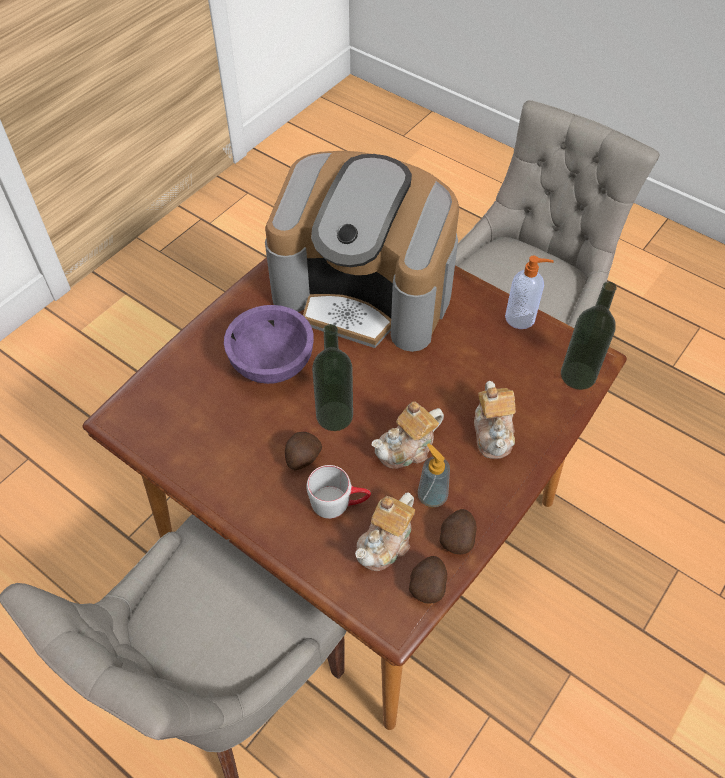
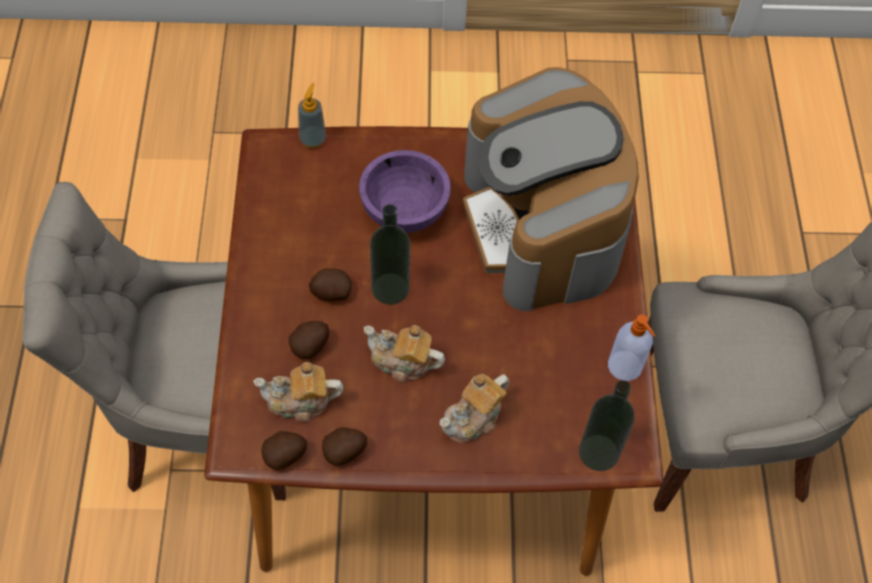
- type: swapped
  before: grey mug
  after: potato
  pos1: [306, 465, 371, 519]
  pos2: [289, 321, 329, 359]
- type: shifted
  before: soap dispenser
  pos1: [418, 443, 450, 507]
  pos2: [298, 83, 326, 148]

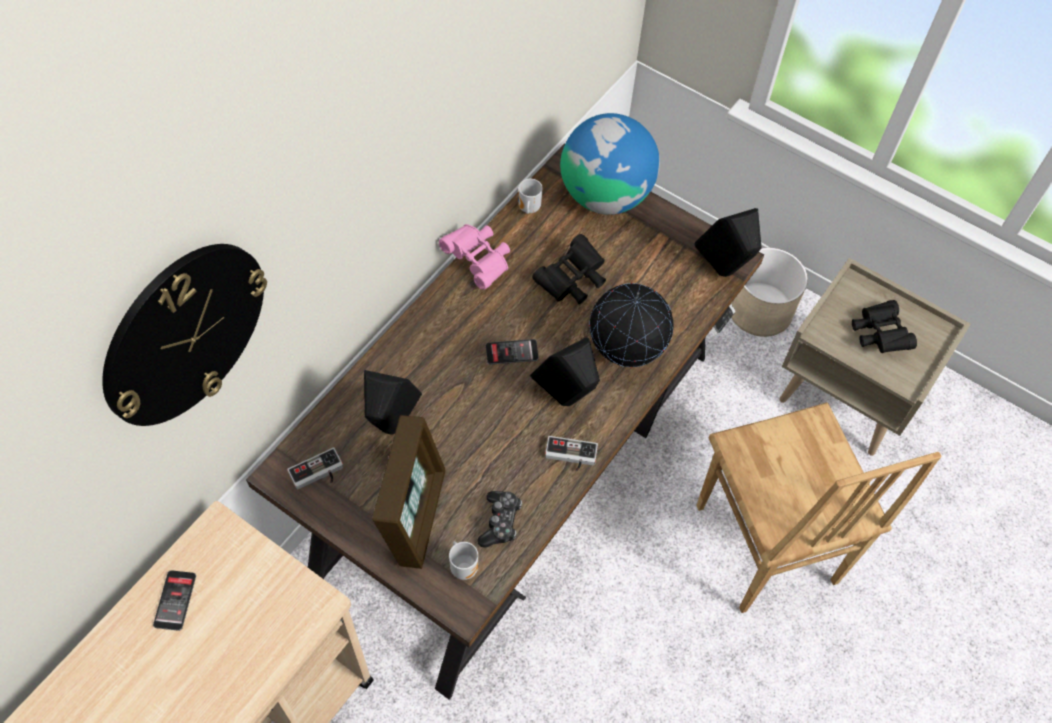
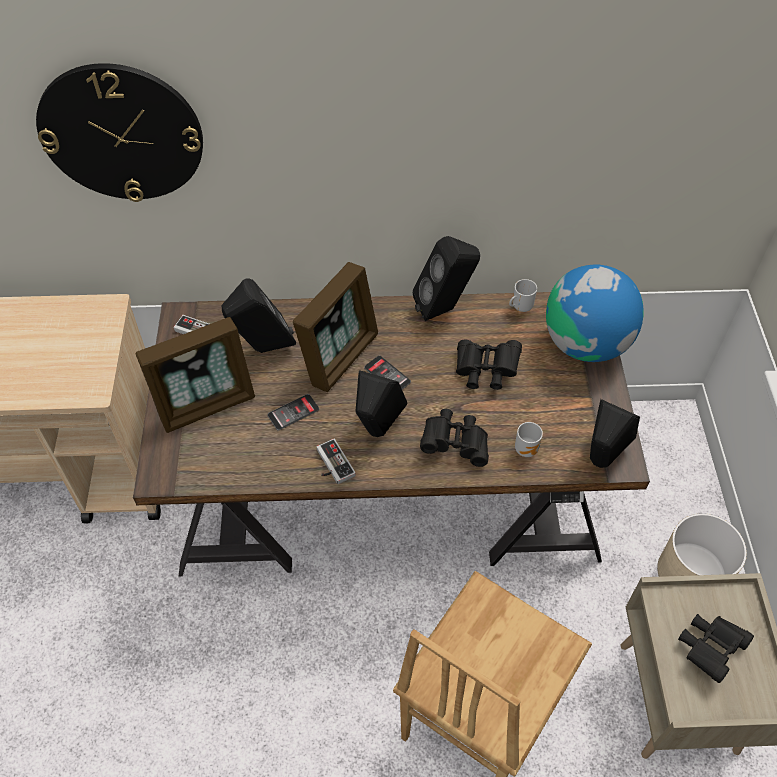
- type: shifted
  before: phone
  pos1: [153, 570, 196, 631]
  pos2: [267, 394, 319, 430]
- type: new
  after: picture frame
  pos2: [293, 262, 378, 392]
- type: swapped
  before: pink binoculars
  after: black speaker
  pos1: [439, 224, 510, 290]
  pos2: [412, 236, 480, 321]
- type: swapped
  before: globe
  after: black binoculars
  pos1: [589, 283, 674, 368]
  pos2: [420, 409, 489, 467]
- type: shifted
  before: mug
  pos1: [449, 541, 478, 580]
  pos2: [515, 422, 543, 457]
- type: gone
  before: game controller
  pos1: [478, 491, 522, 548]

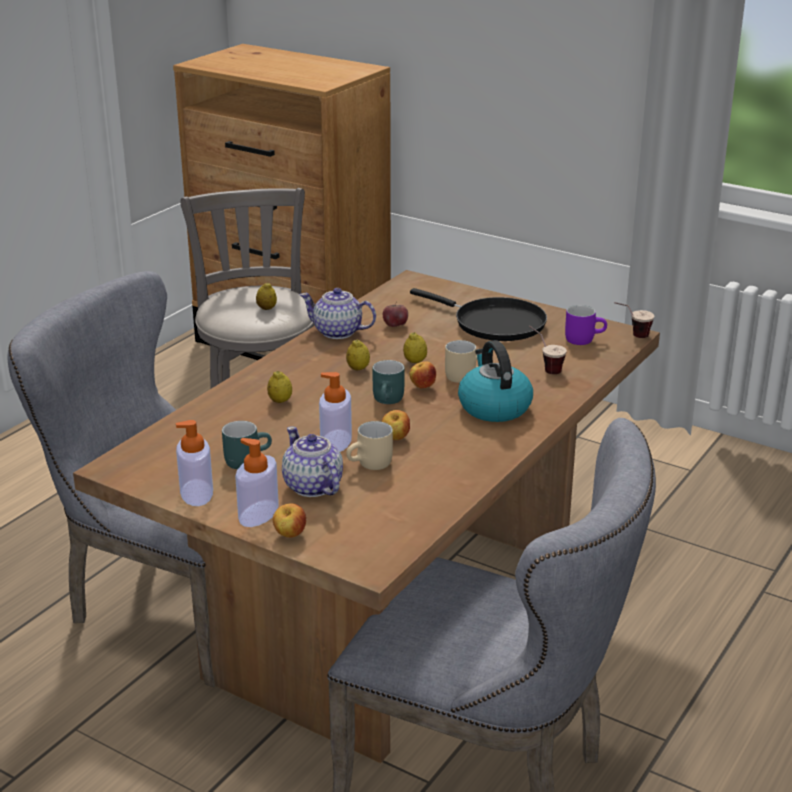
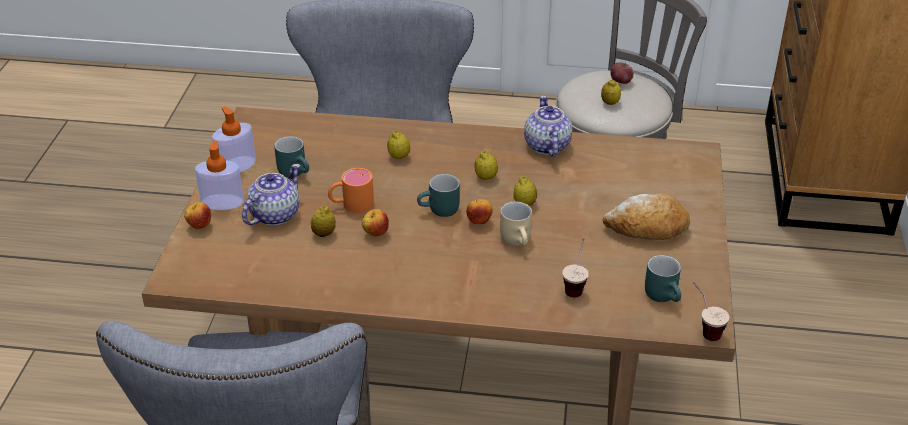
- type: swapped
  before: beige mug
  after: lemon
  pos1: [346, 421, 393, 470]
  pos2: [311, 206, 336, 237]
- type: swapped
  before: soap dispenser
  after: orange mug
  pos1: [319, 372, 352, 452]
  pos2: [328, 168, 374, 213]
- type: swapped
  before: black frying pan
  after: bread
  pos1: [410, 288, 547, 341]
  pos2: [603, 194, 690, 240]
- type: shifted
  before: apple
  pos1: [383, 302, 408, 327]
  pos2: [611, 62, 634, 84]
- type: repainted
  before: purple mug
  after: turquoise mug
  pos1: [565, 305, 607, 345]
  pos2: [645, 255, 681, 302]
- type: gone
  before: kettle
  pos1: [458, 340, 533, 422]

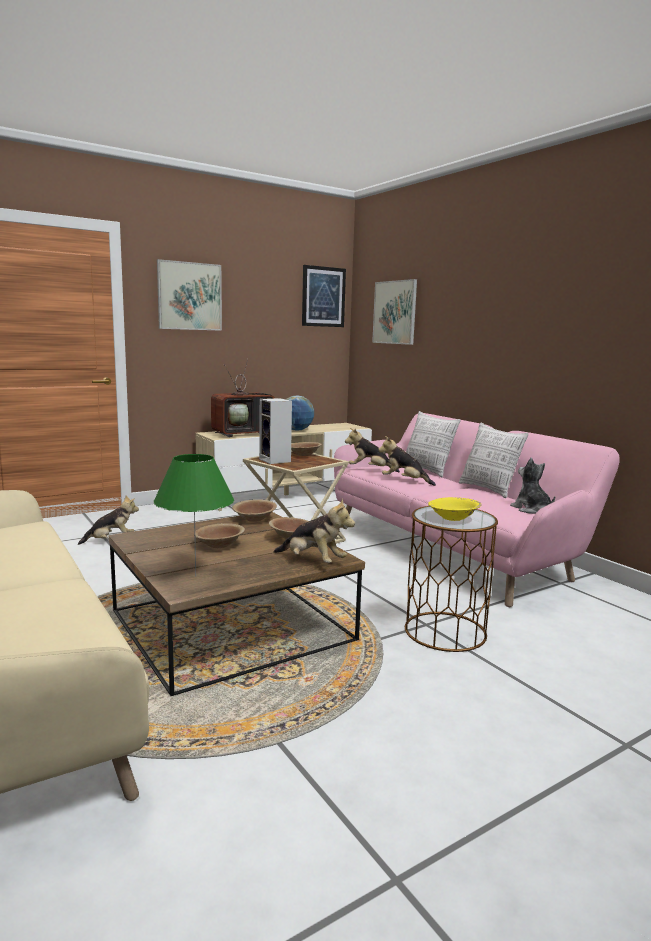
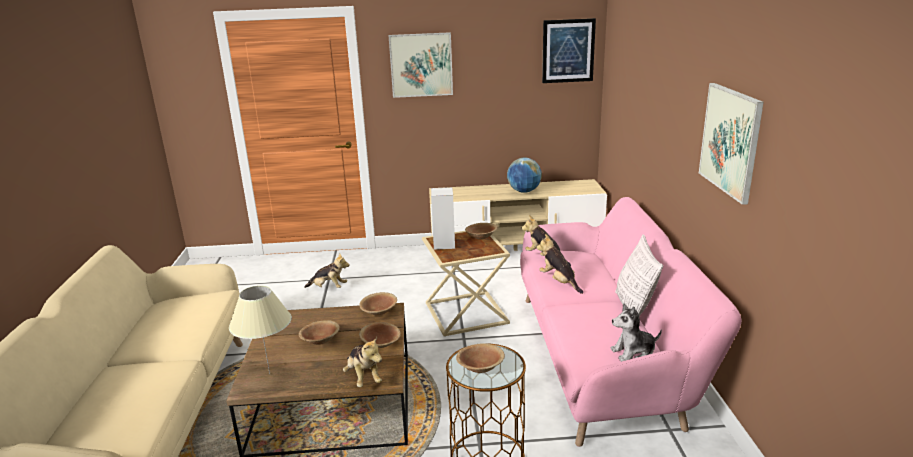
- type: repainted
  before: green table lamp
  after: beige table lamp
  pos1: [153, 454, 234, 577]
  pos2: [229, 285, 292, 374]
- type: repainted
  before: yellow bowl
  after: brown bowl
  pos1: [428, 497, 482, 521]
  pos2: [456, 344, 505, 373]
- type: rotated
  before: plush toy
  pos1: [510, 458, 555, 514]
  pos2: [610, 303, 662, 362]
  turn: -105
- type: shifted
  before: picture
  pos1: [372, 279, 417, 345]
  pos2: [699, 83, 764, 205]
- type: gone
  before: television
  pos1: [211, 359, 275, 437]
- type: gone
  before: pillow
  pos1: [406, 411, 461, 477]

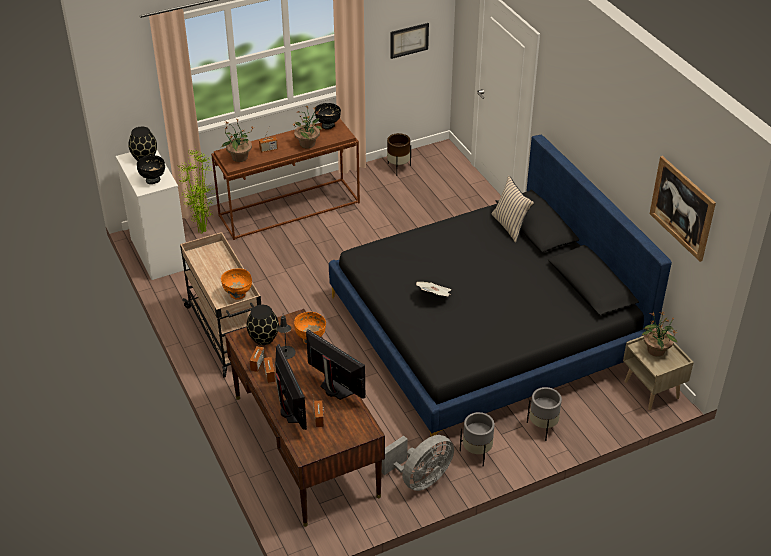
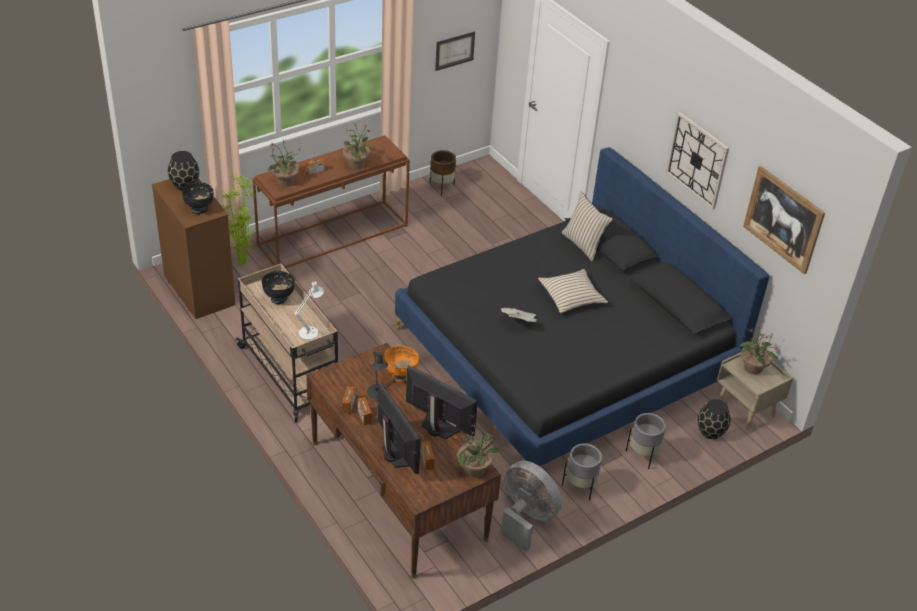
- type: repainted
  before: white dresser
  after: brown dresser
  pos1: [116, 150, 189, 280]
  pos2: [152, 178, 236, 319]
- type: shifted
  before: black bowl
  pos1: [315, 103, 341, 130]
  pos2: [262, 271, 295, 304]
- type: swapped
  before: orange bowl
  after: white table lamp
  pos1: [221, 269, 252, 300]
  pos2: [295, 281, 324, 340]
- type: new
  after: potted plant
  pos2: [452, 424, 503, 477]
- type: rotated
  before: grey fan
  pos1: [382, 435, 454, 491]
  pos2: [501, 461, 562, 551]
  turn: -90
- type: new
  after: beige pillow
  pos2: [538, 269, 608, 313]
- type: new
  after: wall clock
  pos2: [666, 112, 729, 209]
- type: shifted
  before: black vase
  pos1: [247, 305, 279, 345]
  pos2: [698, 399, 731, 439]

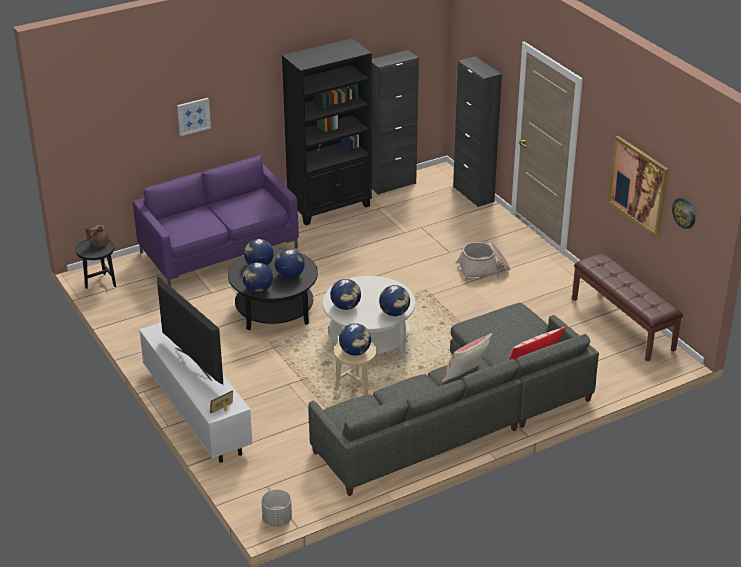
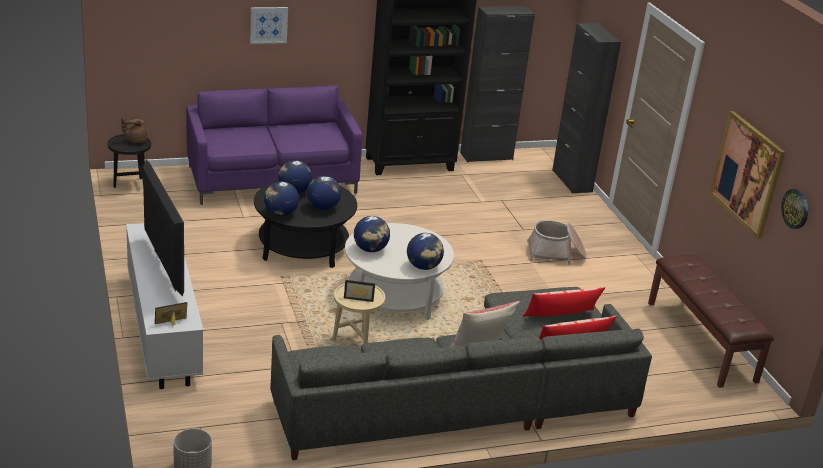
- type: swapped
  before: globe
  after: picture frame
  pos1: [339, 323, 371, 356]
  pos2: [344, 280, 375, 302]
- type: new
  after: pillow
  pos2: [523, 287, 605, 317]

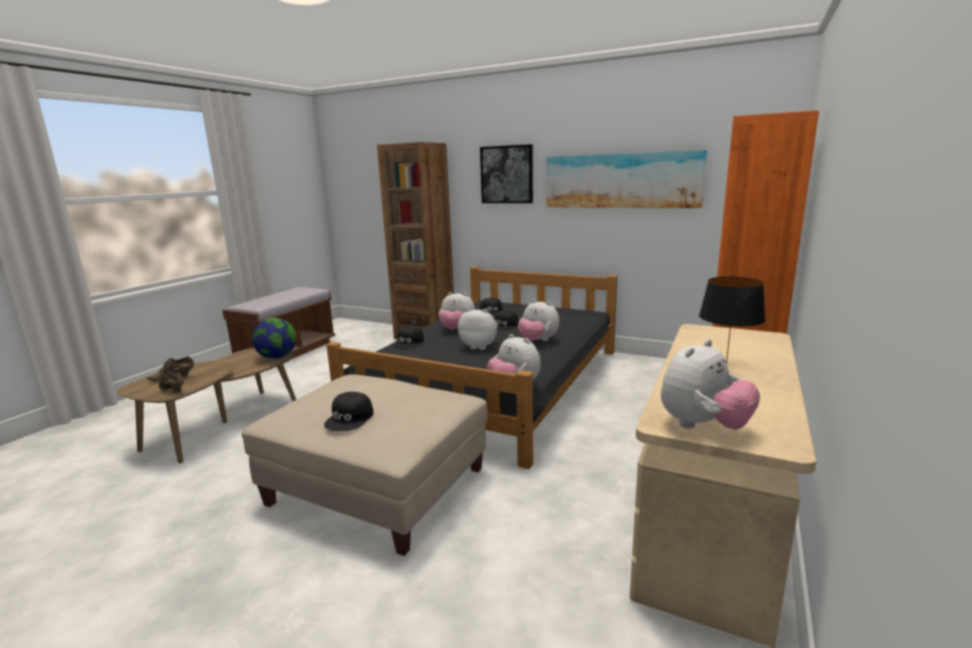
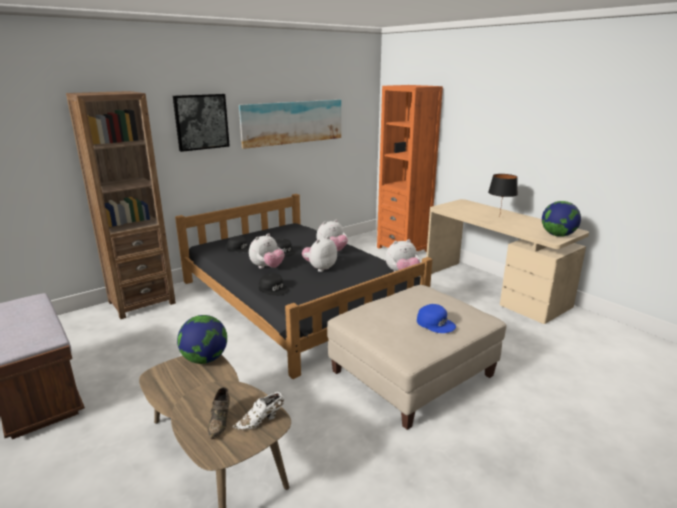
- type: repainted
  before: brown shoe
  after: white shoe
  pos1: [159, 369, 184, 393]
  pos2: [232, 392, 284, 431]
- type: repainted
  before: black cap
  after: blue cap
  pos1: [324, 392, 373, 431]
  pos2: [417, 304, 456, 333]
- type: swapped
  before: plush toy
  after: globe
  pos1: [661, 339, 760, 430]
  pos2: [542, 201, 581, 237]

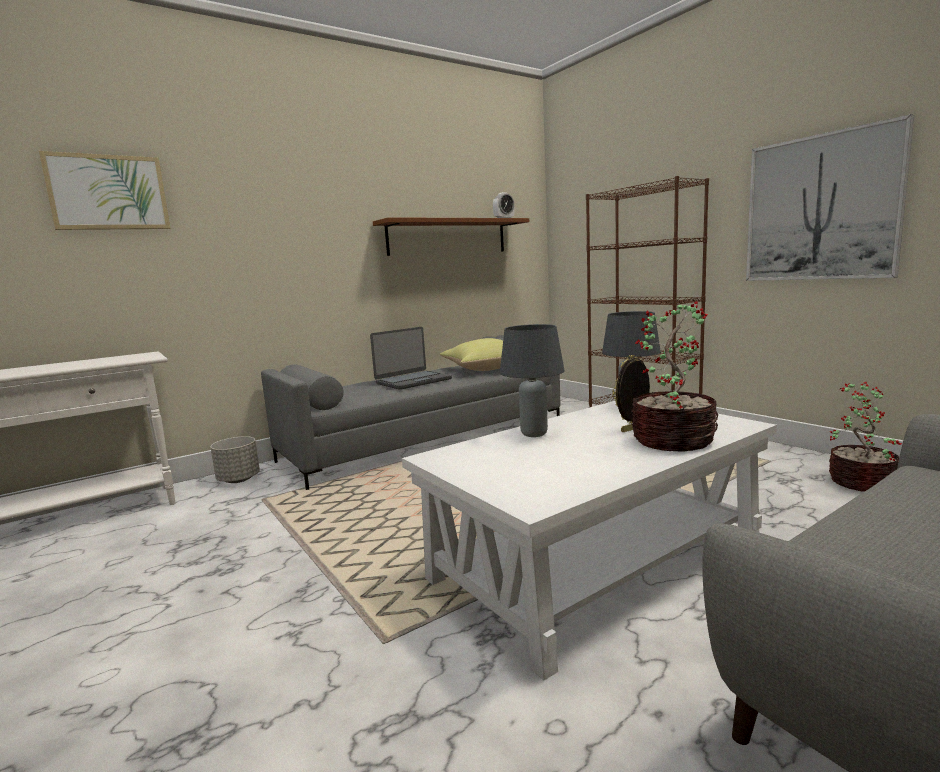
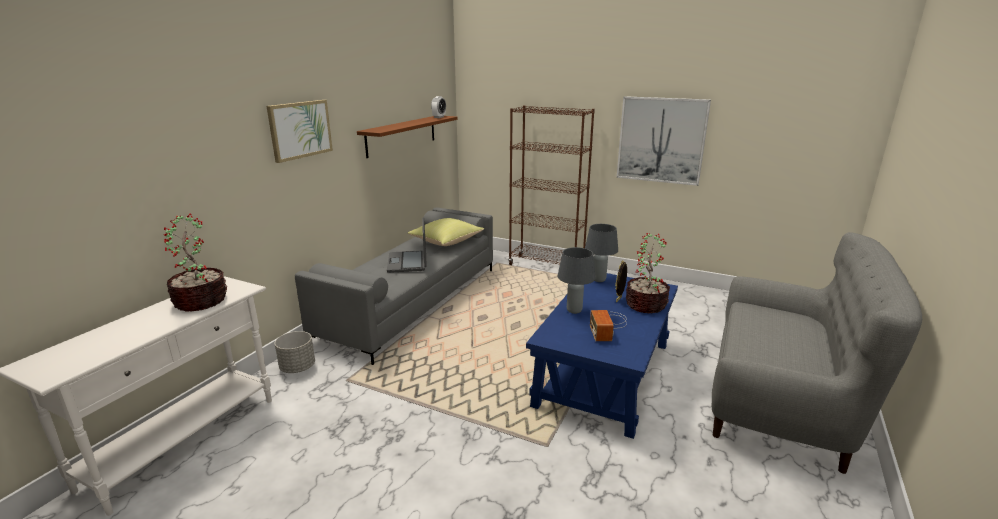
- type: shifted
  before: potted plant
  pos1: [829, 382, 902, 492]
  pos2: [164, 213, 227, 312]
- type: shifted
  before: picture
  pos1: [39, 151, 171, 230]
  pos2: [267, 100, 333, 163]
- type: rotated
  before: laptop
  pos1: [370, 327, 452, 390]
  pos2: [387, 218, 427, 273]
  turn: 150
- type: repainted
  before: white coffee table
  after: blue coffee table
  pos1: [402, 401, 777, 680]
  pos2: [526, 273, 678, 439]
- type: new
  after: radio
  pos2: [590, 310, 627, 341]

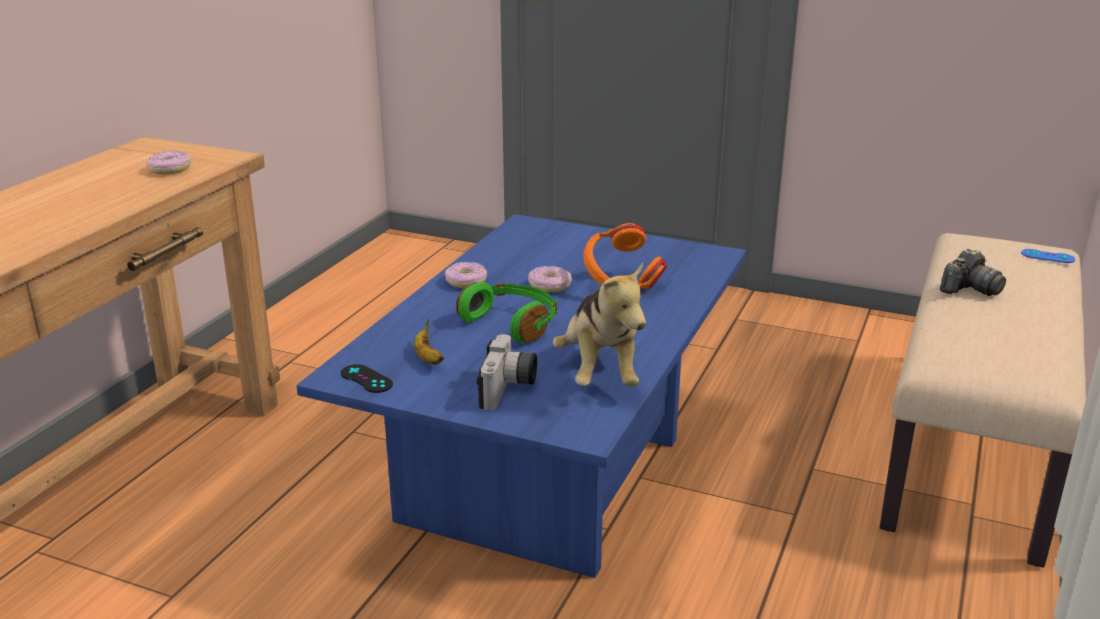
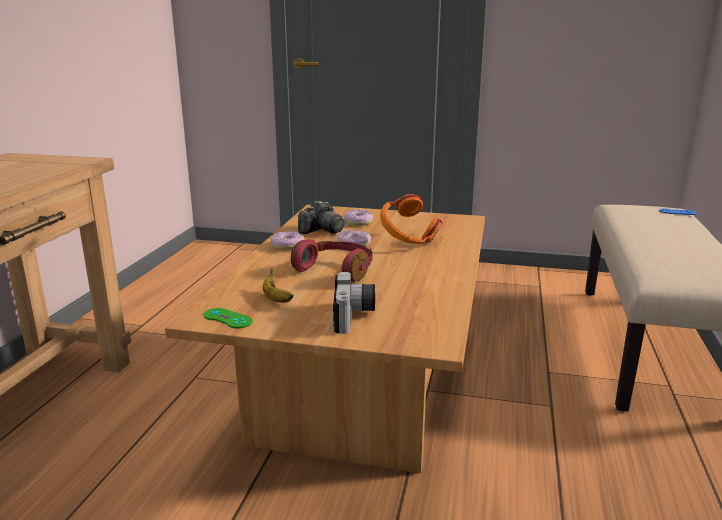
- type: repainted
  before: blue coffee table
  after: brown coffee table
  pos1: [296, 214, 747, 578]
  pos2: [165, 205, 485, 473]
- type: repainted
  before: black game controller
  after: green game controller
  pos1: [341, 364, 393, 393]
  pos2: [203, 308, 253, 329]
- type: repainted
  before: green headphones
  after: red headphones
  pos1: [456, 282, 557, 343]
  pos2: [291, 239, 372, 283]
- type: shifted
  before: photo camera
  pos1: [940, 249, 1006, 296]
  pos2: [298, 200, 345, 234]
- type: shifted
  before: donut
  pos1: [147, 151, 191, 175]
  pos2: [343, 210, 373, 226]
- type: gone
  before: plush toy
  pos1: [553, 263, 646, 386]

